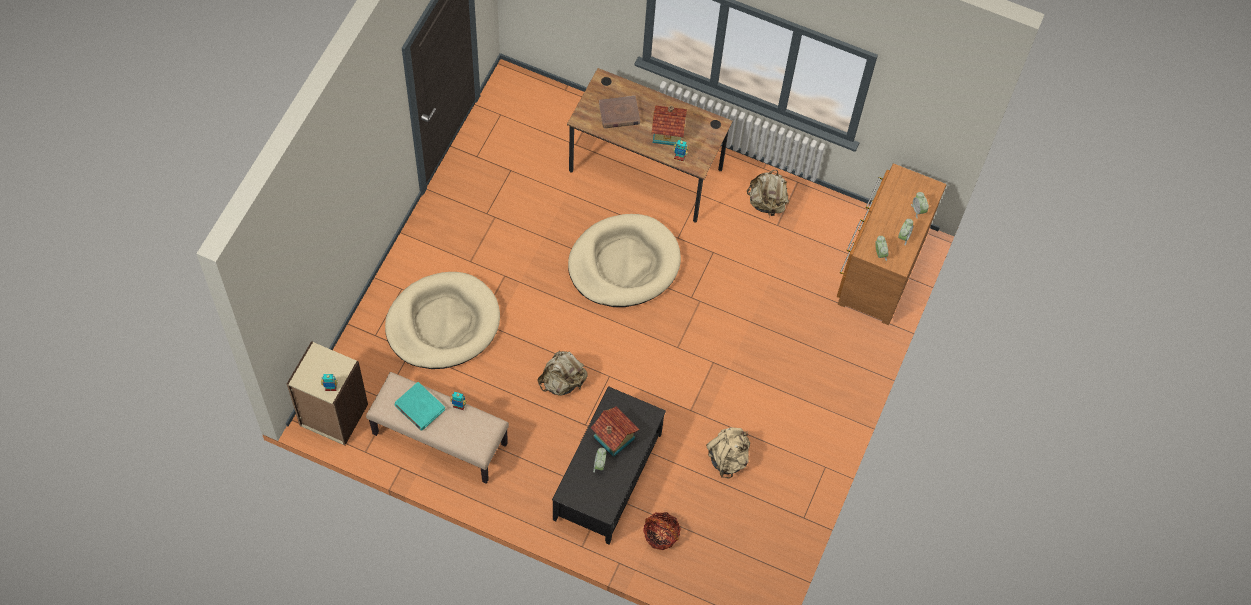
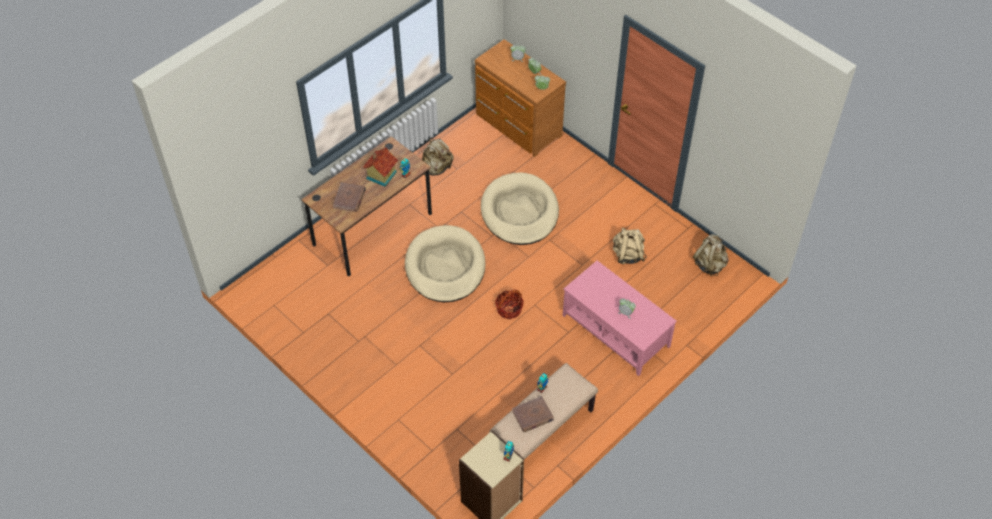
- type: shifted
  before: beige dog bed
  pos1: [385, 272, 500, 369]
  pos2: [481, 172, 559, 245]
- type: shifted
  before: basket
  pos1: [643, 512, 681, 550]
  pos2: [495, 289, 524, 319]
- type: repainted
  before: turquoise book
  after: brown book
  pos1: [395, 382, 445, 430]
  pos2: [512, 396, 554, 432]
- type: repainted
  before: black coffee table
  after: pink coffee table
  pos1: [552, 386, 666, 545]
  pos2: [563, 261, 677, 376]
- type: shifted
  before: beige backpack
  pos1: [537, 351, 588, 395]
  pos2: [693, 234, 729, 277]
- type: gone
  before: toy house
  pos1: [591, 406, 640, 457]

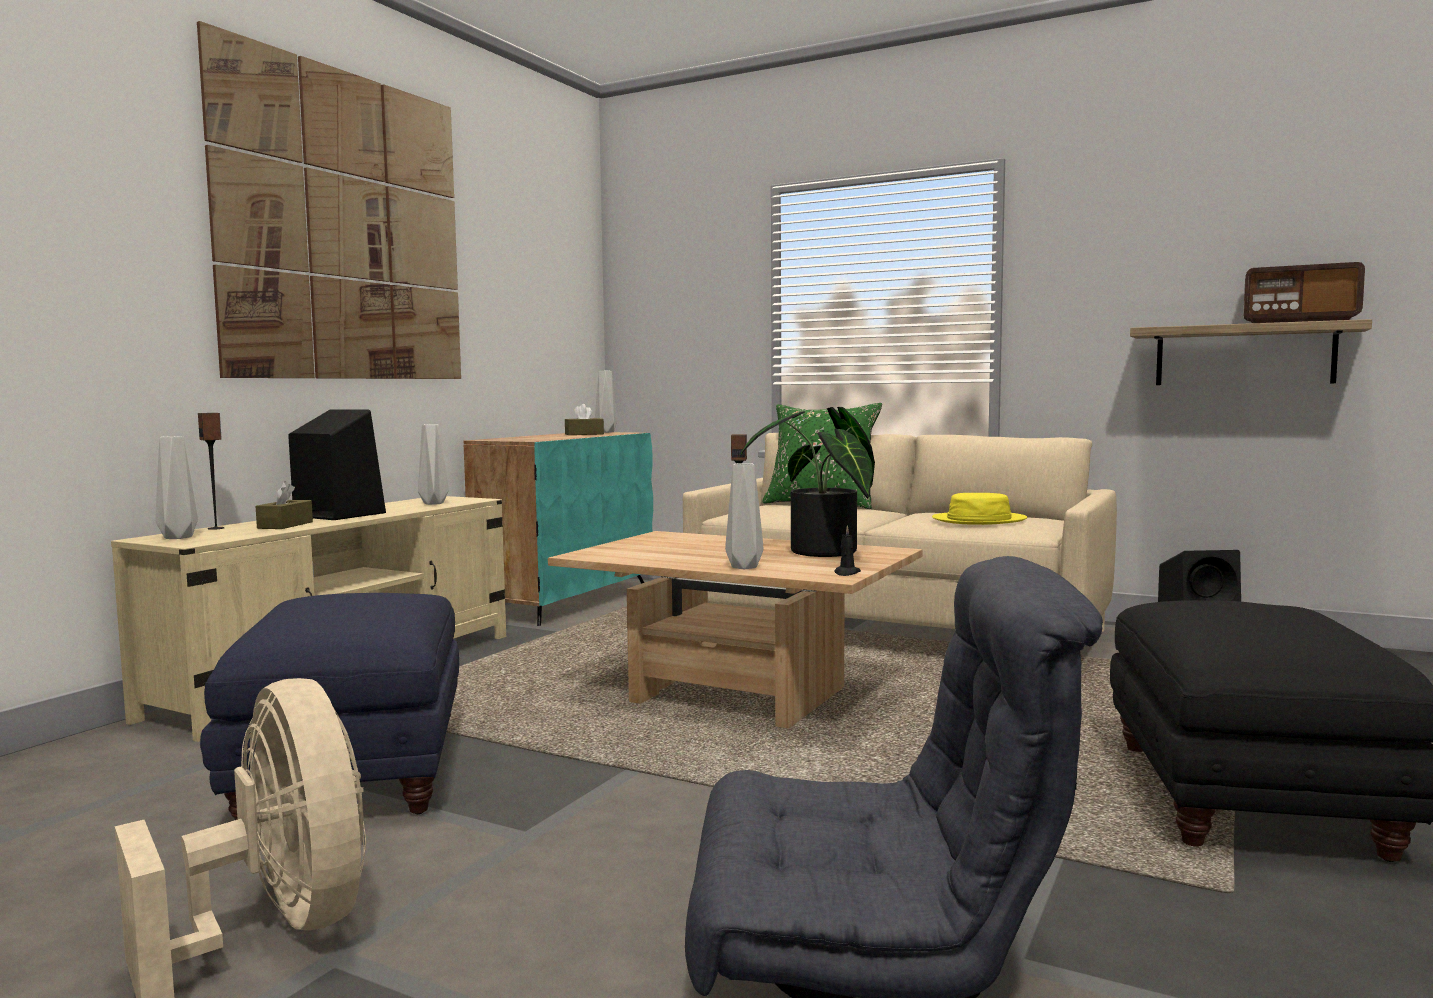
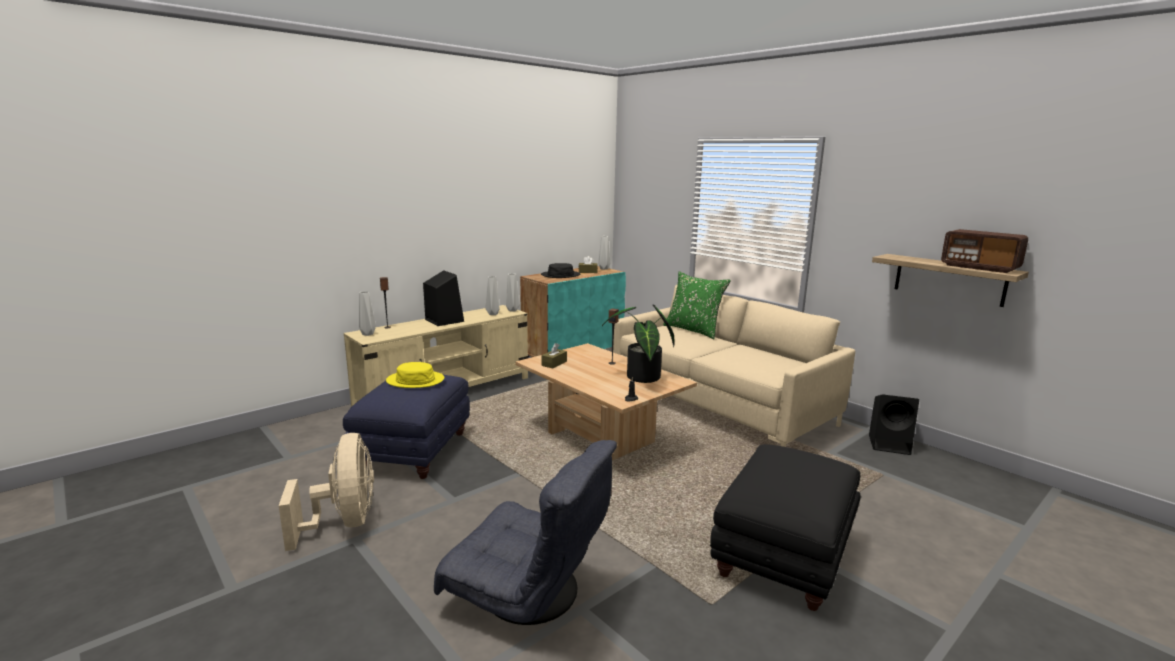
- type: shifted
  before: yellow hat
  pos1: [932, 493, 1027, 525]
  pos2: [386, 362, 444, 388]
- type: shifted
  before: grey vase
  pos1: [725, 463, 763, 569]
  pos2: [506, 273, 520, 312]
- type: new
  after: black hat
  pos2: [541, 263, 580, 278]
- type: shifted
  before: brown tissue box
  pos1: [256, 481, 313, 529]
  pos2: [542, 343, 567, 368]
- type: gone
  before: picture
  pos1: [197, 21, 461, 379]

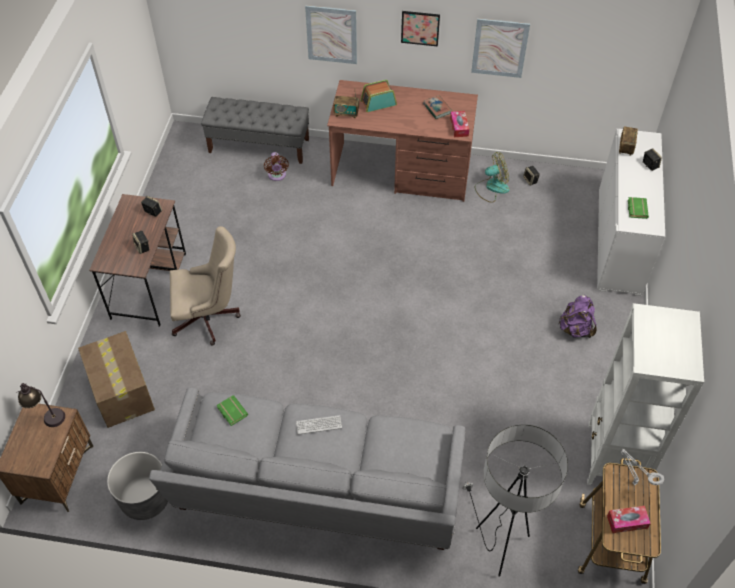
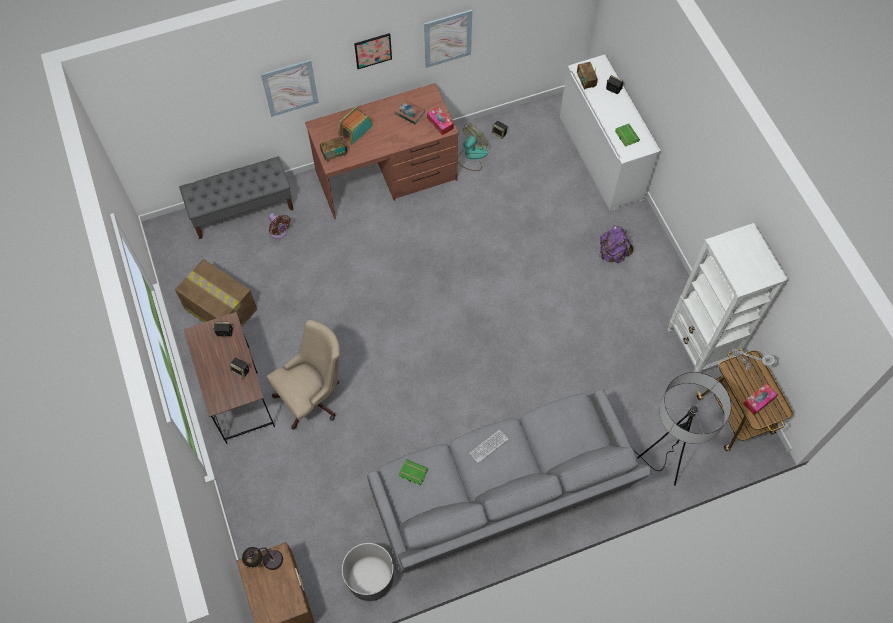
- type: shifted
  before: cardboard box
  pos1: [78, 331, 155, 428]
  pos2: [175, 259, 257, 327]

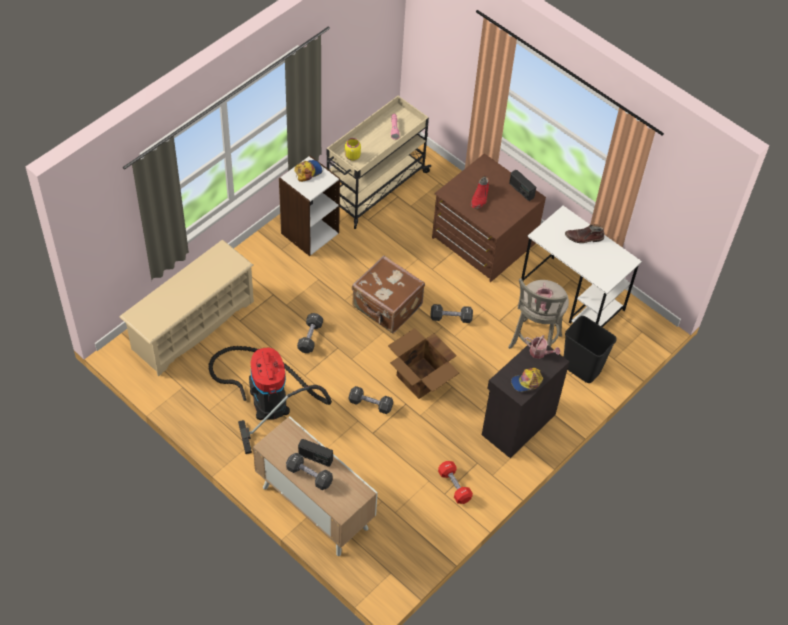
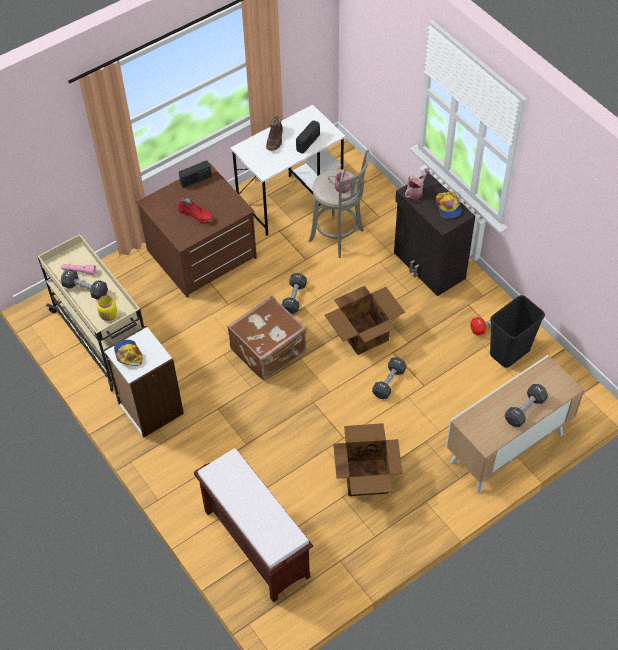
- type: shifted
  before: black dumbbell
  pos1: [297, 313, 323, 353]
  pos2: [61, 269, 108, 300]
- type: swapped
  before: beige shoe rack
  after: brown bench
  pos1: [120, 240, 254, 376]
  pos2: [194, 448, 313, 603]
- type: shifted
  before: radio
  pos1: [298, 439, 333, 467]
  pos2: [296, 120, 320, 154]
- type: swapped
  before: vacuum cleaner
  after: cardboard box
  pos1: [209, 346, 332, 454]
  pos2: [333, 423, 403, 496]
- type: shifted
  before: black trash can
  pos1: [564, 316, 617, 383]
  pos2: [490, 295, 545, 368]

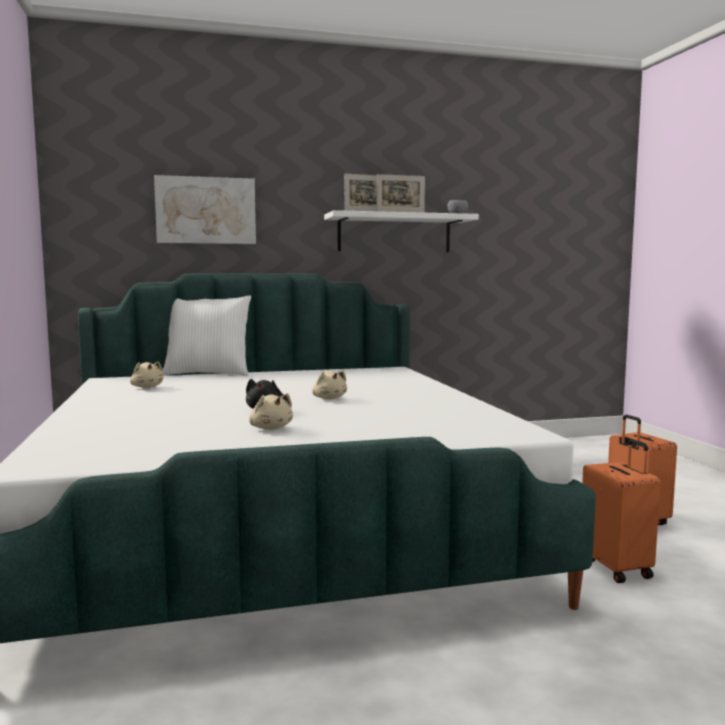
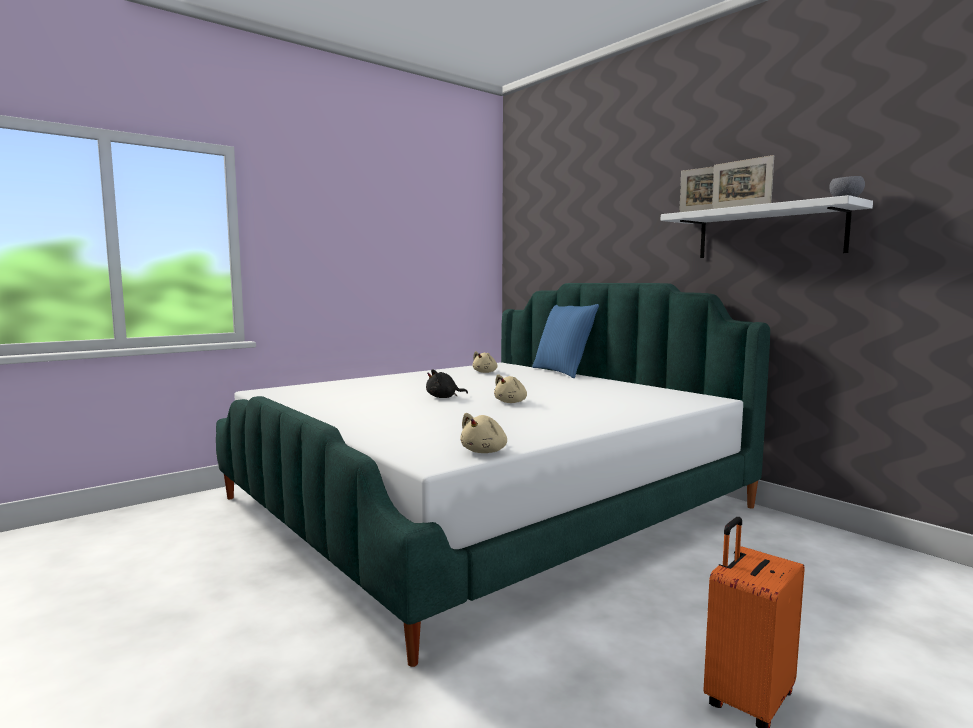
- type: shifted
  before: beige plush toy
  pos1: [249, 393, 293, 430]
  pos2: [460, 413, 507, 453]
- type: repainted
  before: white pillow
  after: blue pillow
  pos1: [162, 295, 251, 376]
  pos2: [532, 304, 599, 378]
- type: gone
  before: picture
  pos1: [154, 175, 256, 244]
- type: gone
  before: orange suitcase
  pos1: [582, 439, 660, 583]

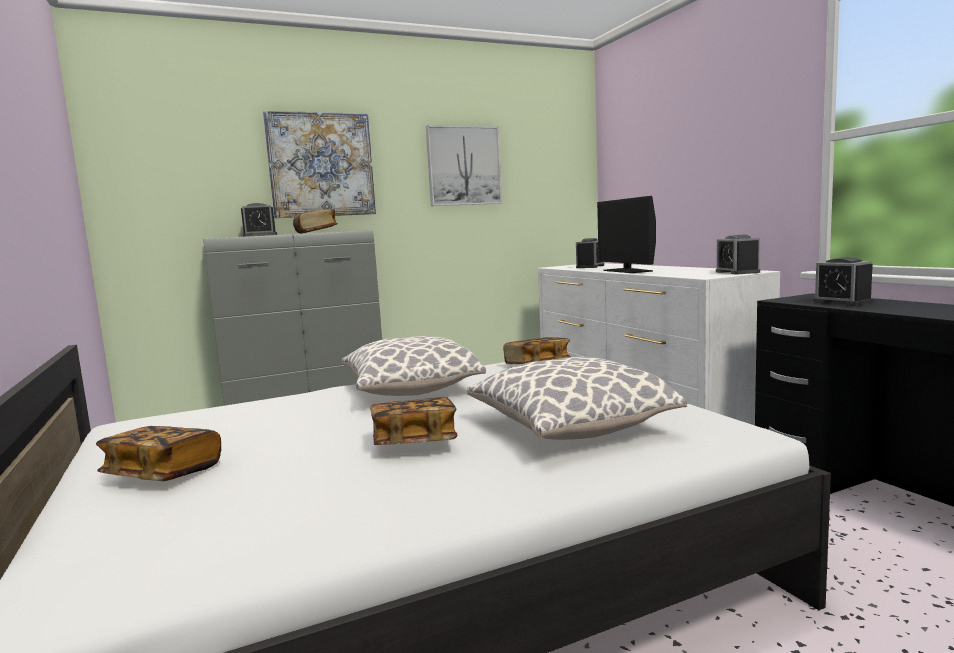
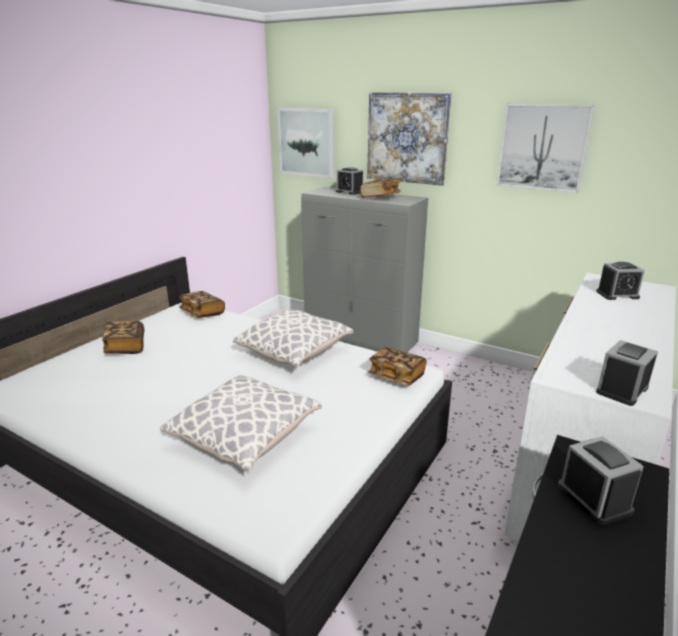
- type: shifted
  before: book
  pos1: [370, 397, 457, 445]
  pos2: [179, 291, 225, 318]
- type: new
  after: picture
  pos2: [277, 108, 334, 178]
- type: rotated
  before: alarm clock
  pos1: [812, 257, 873, 306]
  pos2: [558, 436, 644, 525]
  turn: 135
- type: gone
  before: monitor
  pos1: [597, 196, 656, 273]

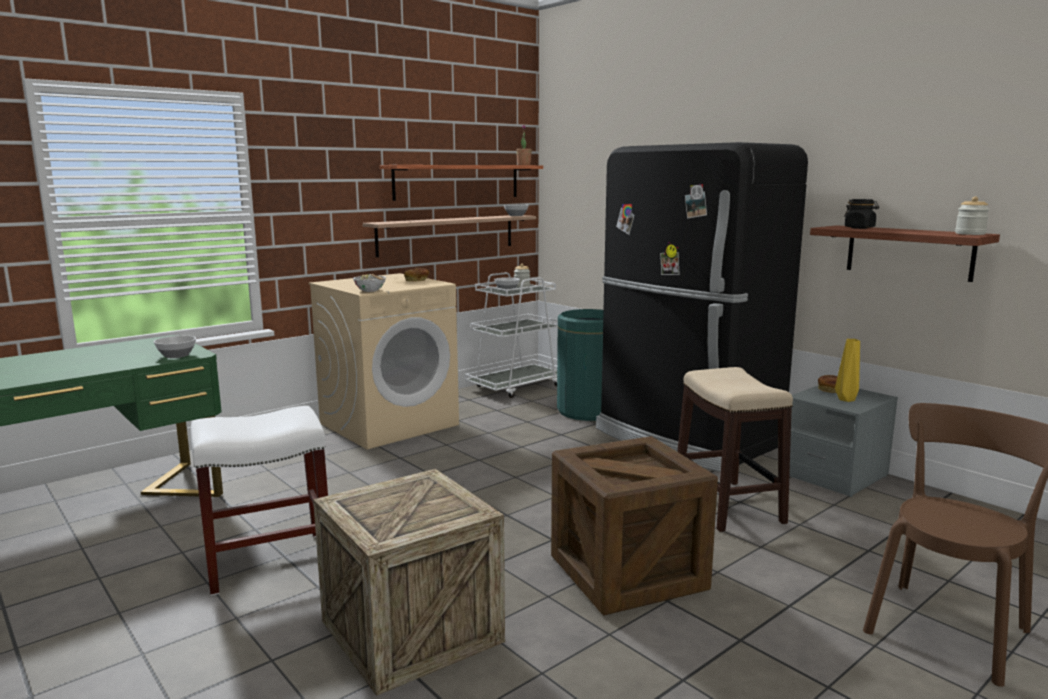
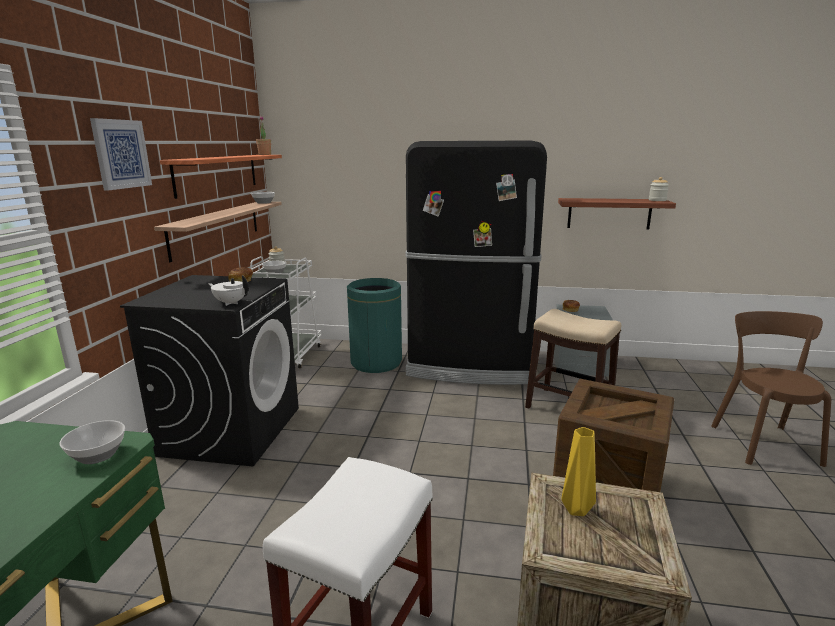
- type: new
  after: picture
  pos2: [90, 118, 152, 190]
- type: repainted
  before: beige washing machine
  after: black washing machine
  pos1: [309, 273, 459, 449]
  pos2: [120, 275, 299, 466]
- type: swapped
  before: bowl
  after: white teapot
  pos1: [353, 274, 386, 292]
  pos2: [208, 275, 249, 306]
- type: shifted
  before: yellow vase
  pos1: [835, 339, 860, 402]
  pos2: [561, 427, 596, 516]
- type: gone
  before: black jar
  pos1: [844, 199, 879, 229]

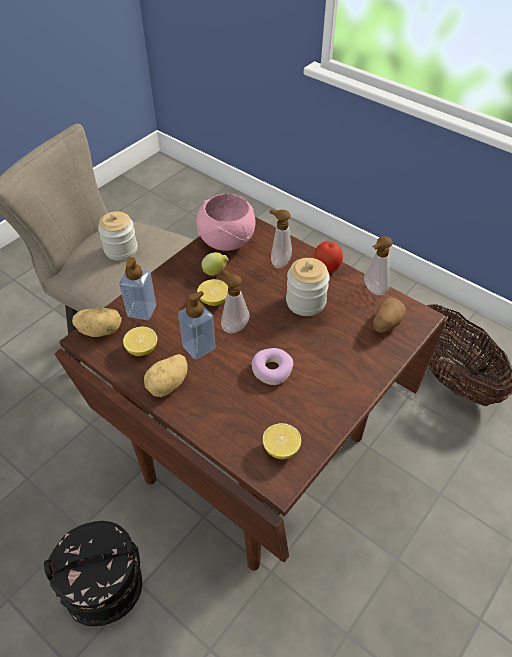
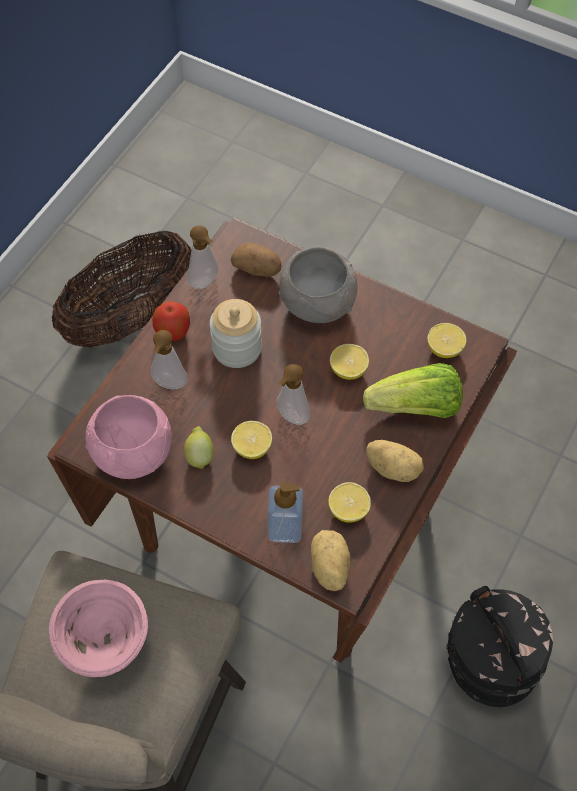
- type: swapped
  before: jar
  after: pink bowl
  pos1: [98, 211, 138, 261]
  pos2: [49, 580, 148, 677]
- type: new
  after: grey bowl
  pos2: [279, 247, 357, 323]
- type: swapped
  before: donut
  after: lemon
  pos1: [251, 348, 293, 385]
  pos2: [330, 344, 369, 380]
- type: new
  after: lettuce
  pos2: [363, 363, 463, 418]
- type: gone
  before: soap dispenser
  pos1: [178, 291, 216, 359]

